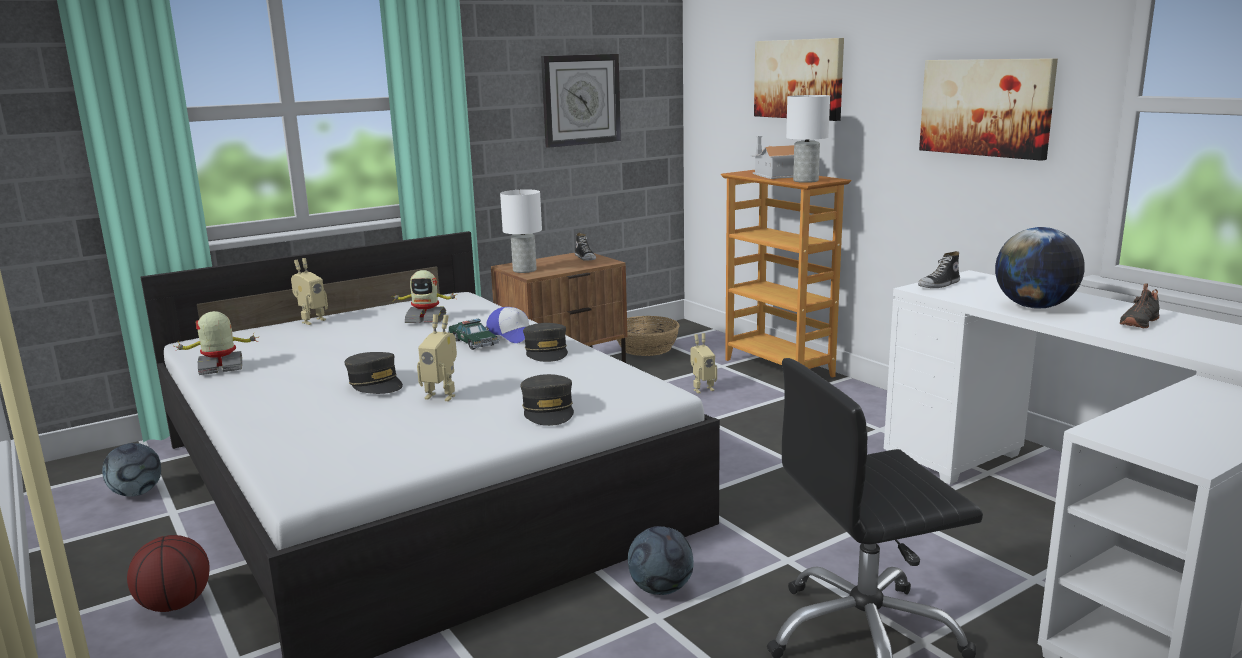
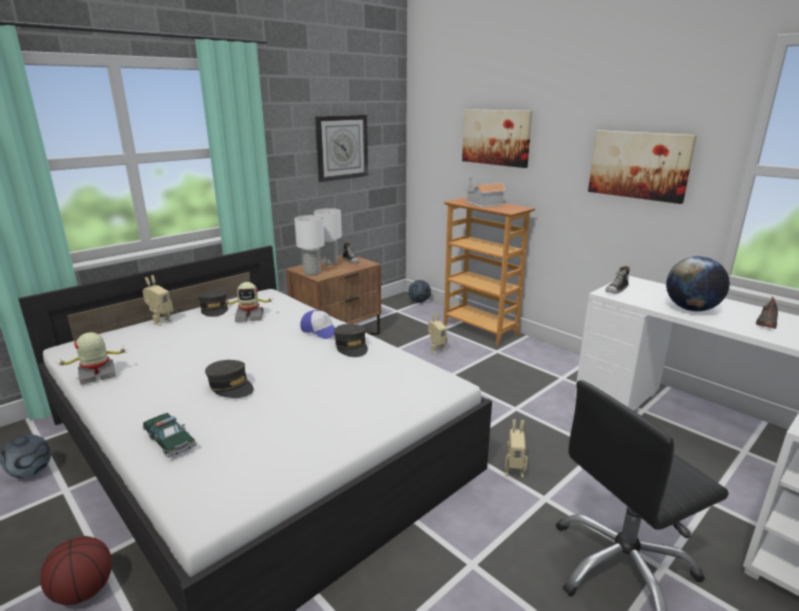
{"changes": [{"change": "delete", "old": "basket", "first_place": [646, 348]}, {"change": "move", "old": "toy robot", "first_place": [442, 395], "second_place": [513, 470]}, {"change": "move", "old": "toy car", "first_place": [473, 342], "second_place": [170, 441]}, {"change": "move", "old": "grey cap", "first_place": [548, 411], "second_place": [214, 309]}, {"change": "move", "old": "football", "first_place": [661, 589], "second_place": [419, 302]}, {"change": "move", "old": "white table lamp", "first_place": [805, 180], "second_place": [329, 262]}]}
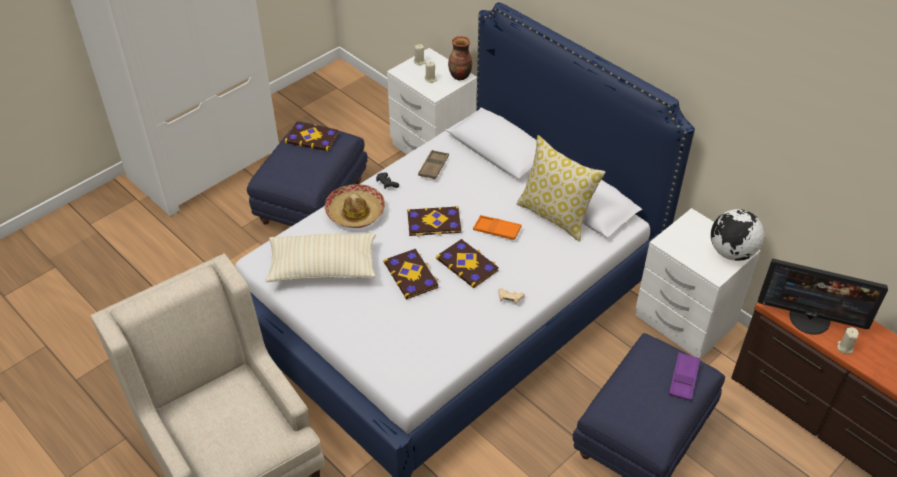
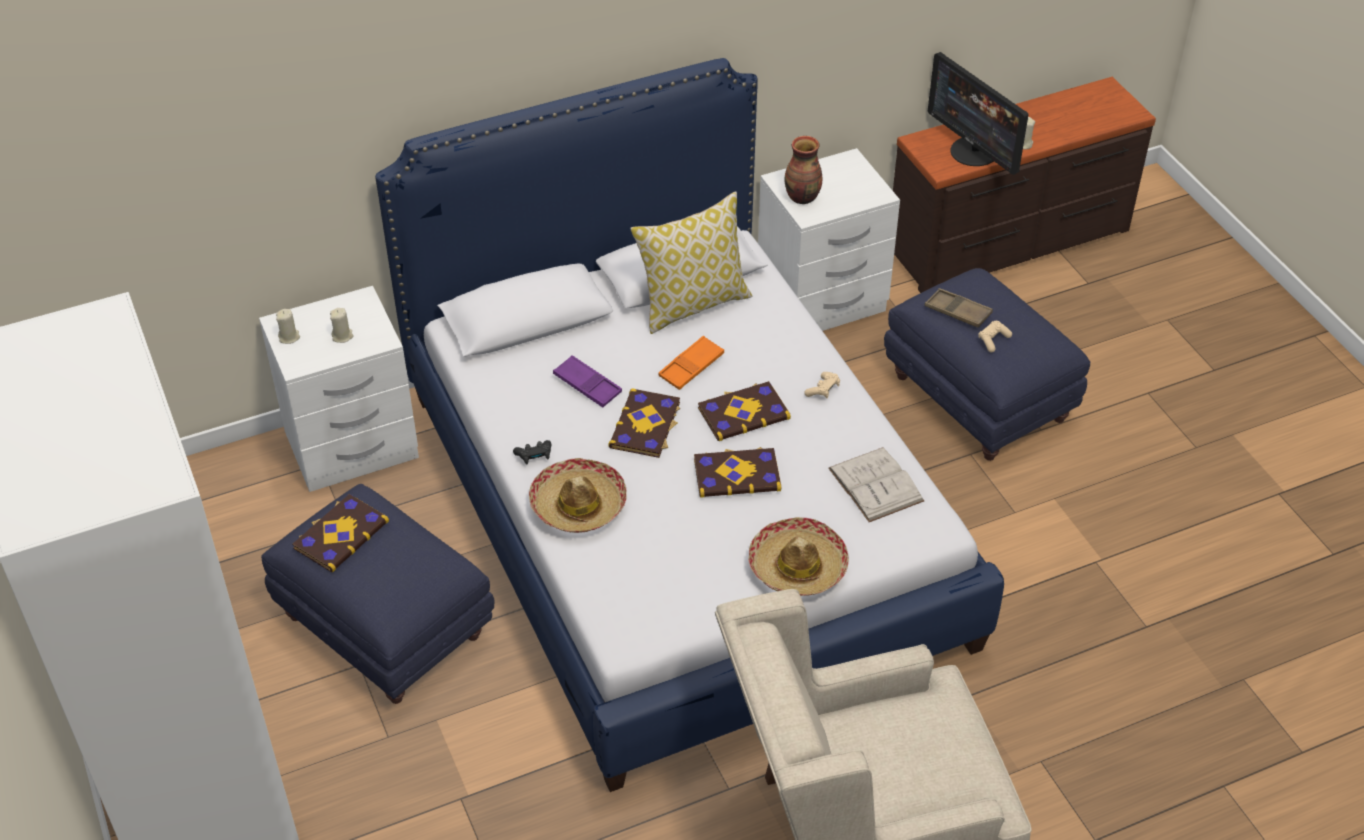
{"changes": [{"change": "delete", "old": "beige pillow", "first_place": [322, 268]}, {"change": "delete", "old": "globe", "first_place": [731, 252]}, {"change": "insert", "new": "hat", "second_place": [798, 567]}, {"change": "insert", "new": "white book", "second_place": [875, 484]}, {"change": "insert", "new": "beige game controller", "second_place": [993, 340]}, {"change": "move", "old": "brown tray", "first_place": [433, 167], "second_place": [957, 312]}, {"change": "move", "old": "vase", "first_place": [459, 76], "second_place": [803, 197]}, {"change": "move", "old": "purple tray", "first_place": [683, 379], "second_place": [587, 385]}, {"change": "rotate", "old": "monitor", "first_place": [810, 318], "second_place": [974, 152], "degrees": 105}]}
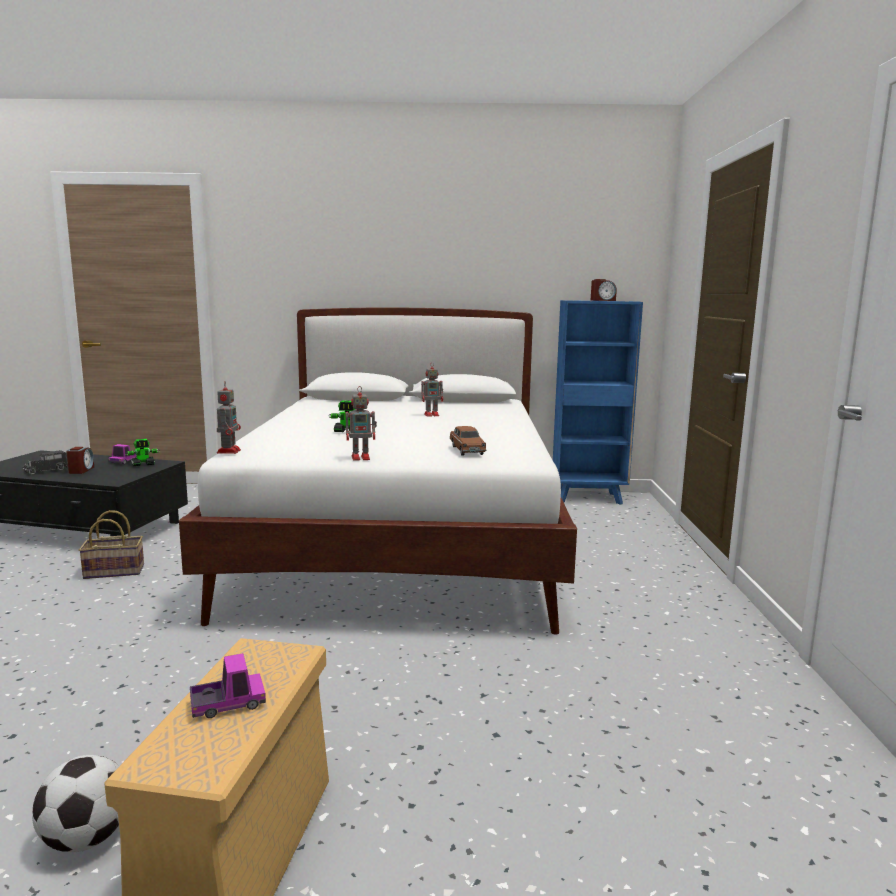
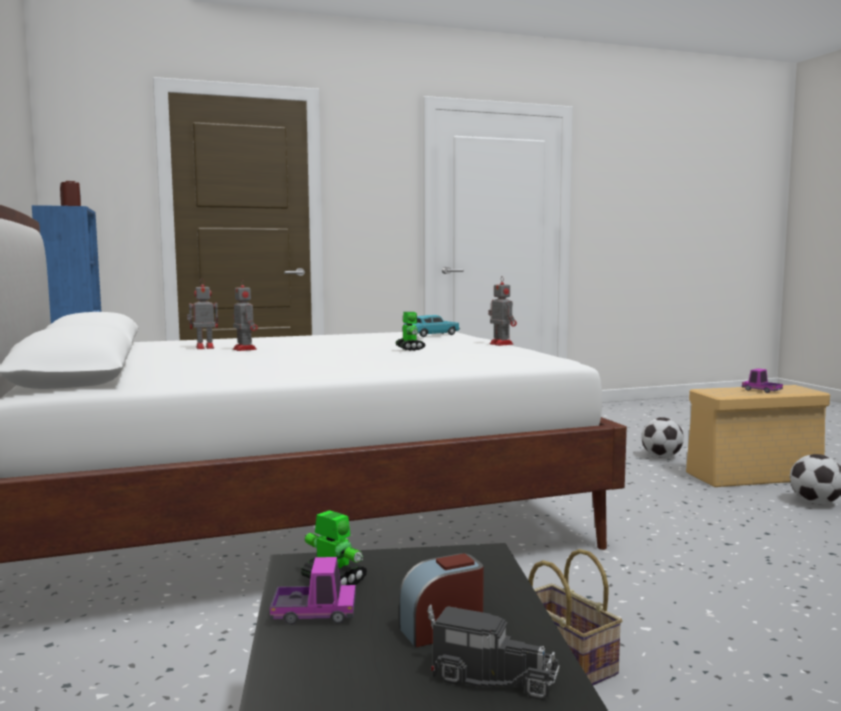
{"changes": [{"change": "insert", "new": "football", "second_place": [661, 457]}, {"change": "move", "old": "toy robot", "first_place": [229, 451], "second_place": [203, 347]}, {"change": "recolor", "old": "brown toy car", "new": "turquoise toy car", "first_place": [467, 450], "second_place": [431, 335]}]}
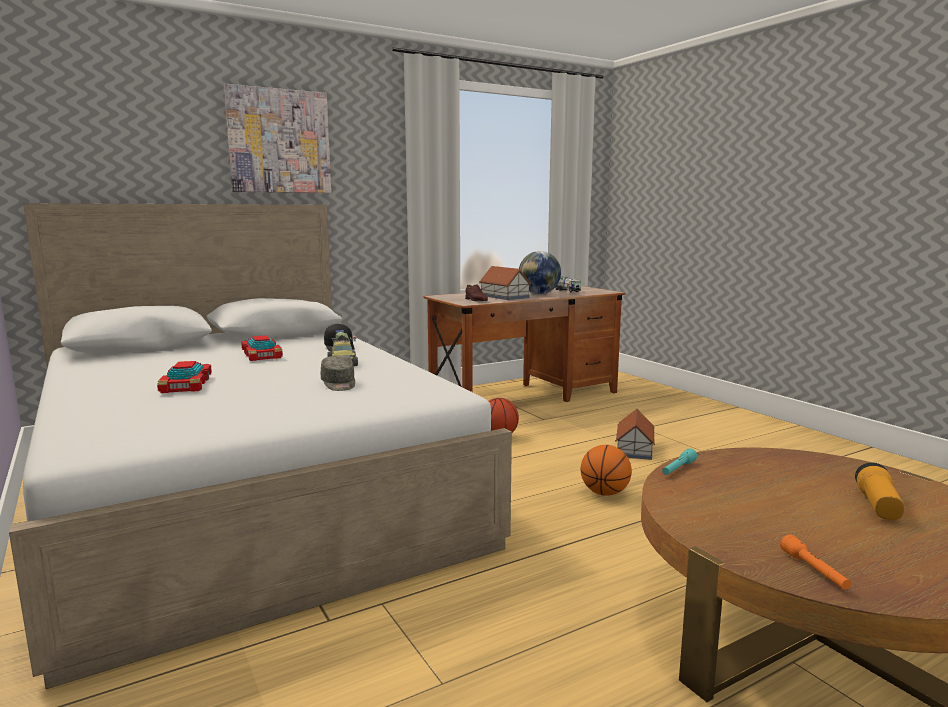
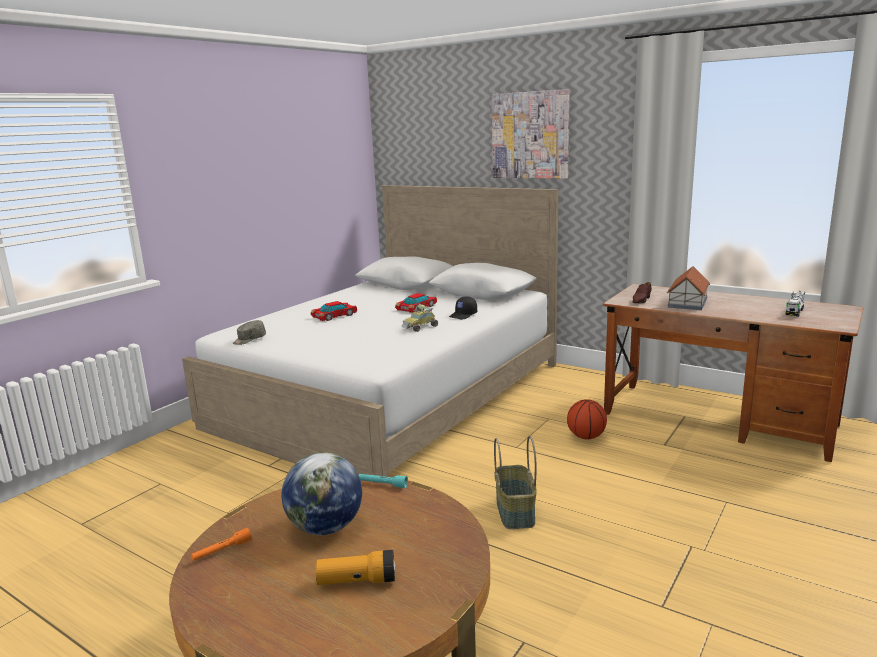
{"changes": [{"change": "delete", "old": "toy house", "first_place": [634, 449]}, {"change": "move", "old": "grey cap", "first_place": [339, 384], "second_place": [249, 340]}, {"change": "move", "old": "globe", "first_place": [539, 294], "second_place": [325, 528]}, {"change": "replace", "old": "basketball", "new": "basket", "first_place": [604, 493], "second_place": [516, 512]}]}
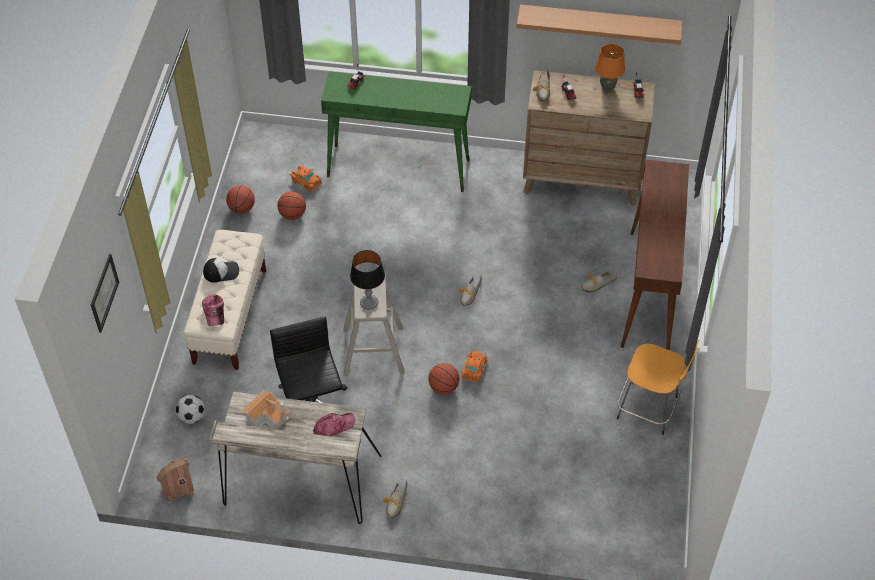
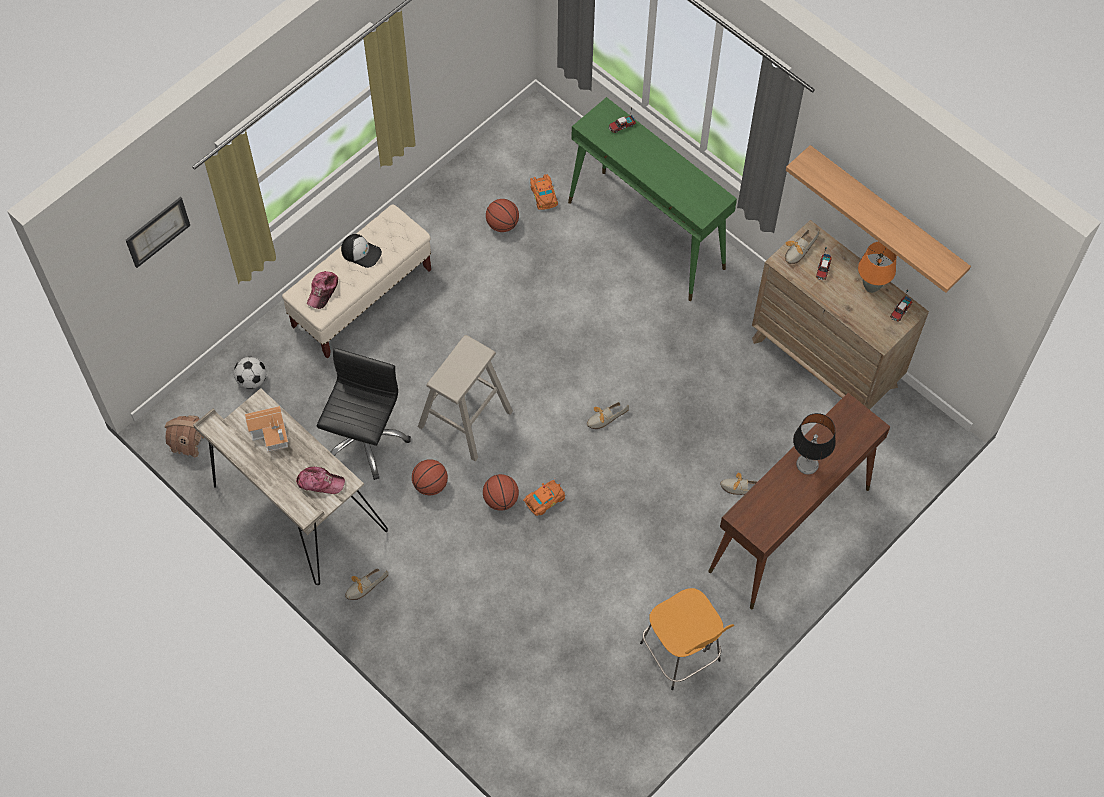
{"changes": [{"change": "move", "old": "basketball", "first_place": [242, 208], "second_place": [430, 485]}, {"change": "move", "old": "table lamp", "first_place": [369, 302], "second_place": [807, 464]}]}
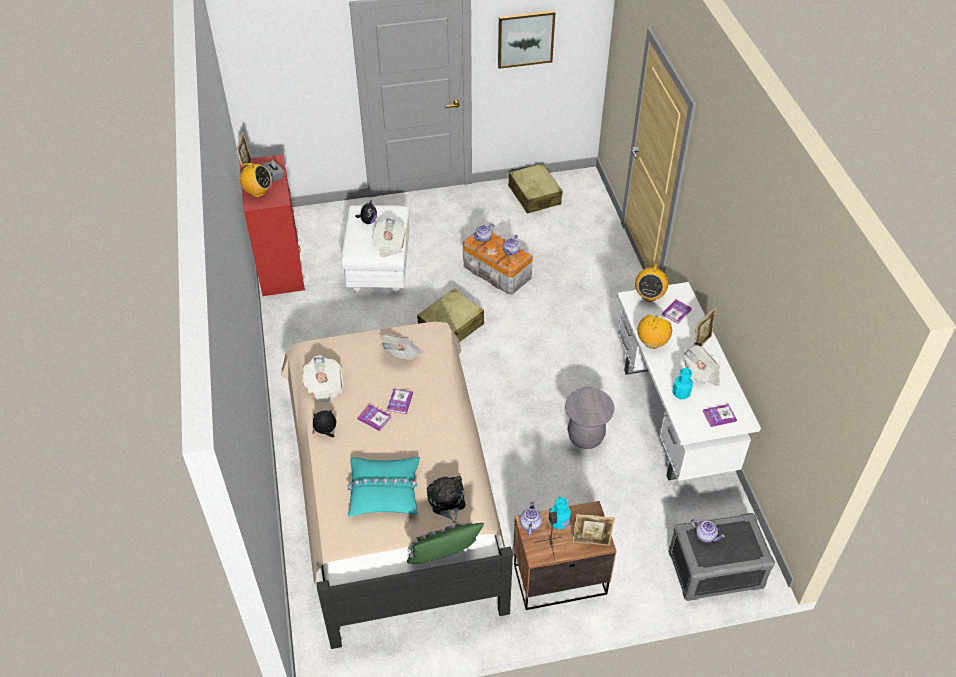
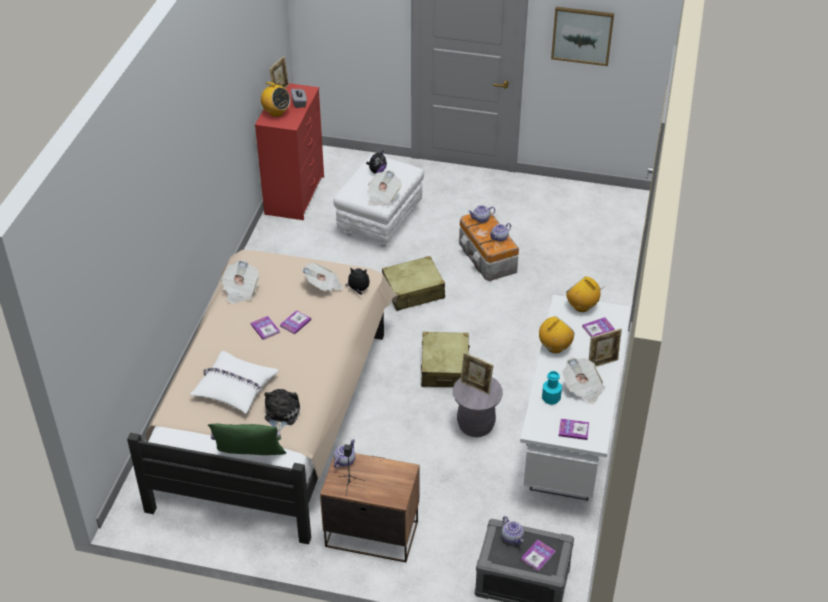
{"changes": [{"change": "delete", "old": "turquoise bottle", "first_place": [559, 521]}, {"change": "insert", "new": "book", "second_place": [538, 556]}, {"change": "move", "old": "plush toy", "first_place": [326, 431], "second_place": [358, 290]}, {"change": "move", "old": "beige suitcase", "first_place": [534, 195], "second_place": [445, 367]}, {"change": "move", "old": "picture frame", "first_place": [591, 541], "second_place": [476, 387]}, {"change": "recolor", "old": "turquoise pillow", "new": "white pillow", "first_place": [384, 491], "second_place": [234, 388]}, {"change": "rotate", "old": "radio", "first_place": [649, 296], "second_place": [582, 306], "degrees": 90}]}
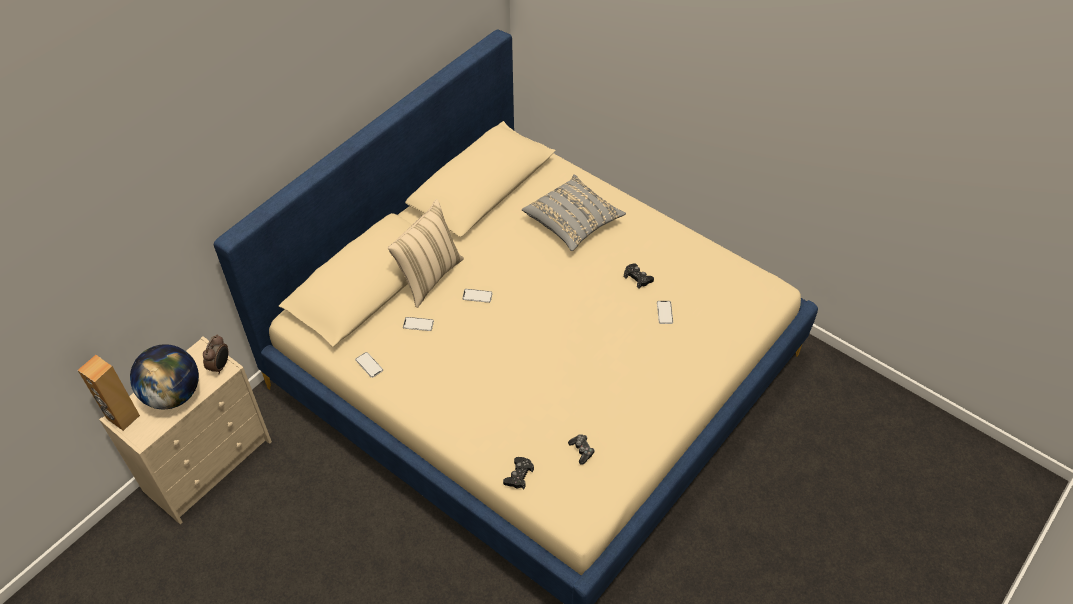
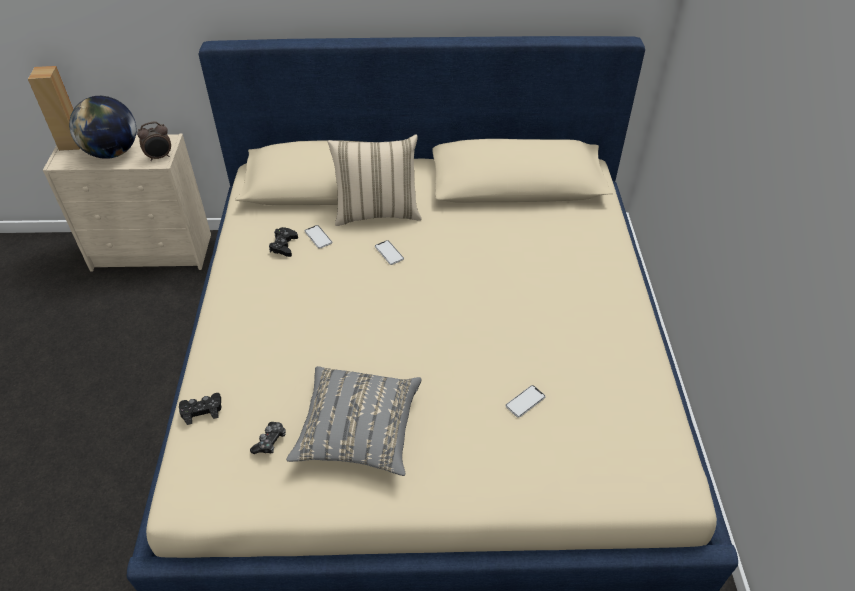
{"changes": [{"change": "delete", "old": "phone", "first_place": [369, 365]}, {"change": "move", "old": "grey pillow", "first_place": [572, 222], "second_place": [358, 431]}, {"change": "move", "old": "black game controller", "first_place": [638, 278], "second_place": [284, 245]}]}
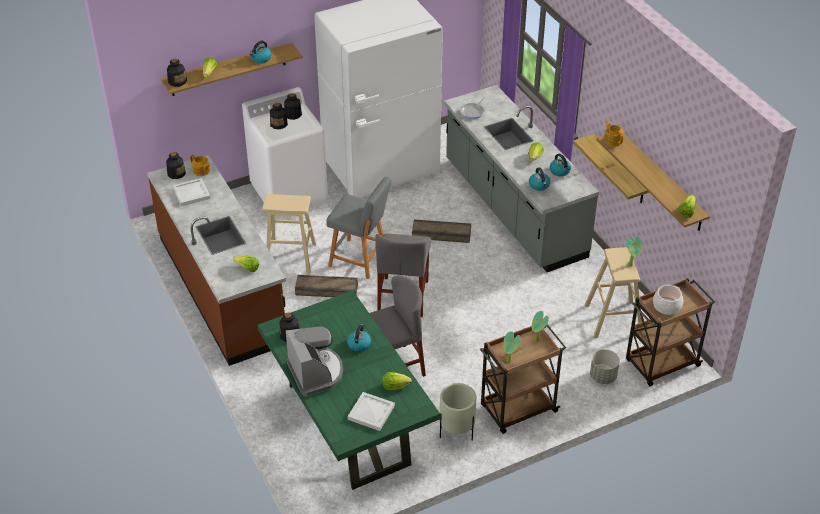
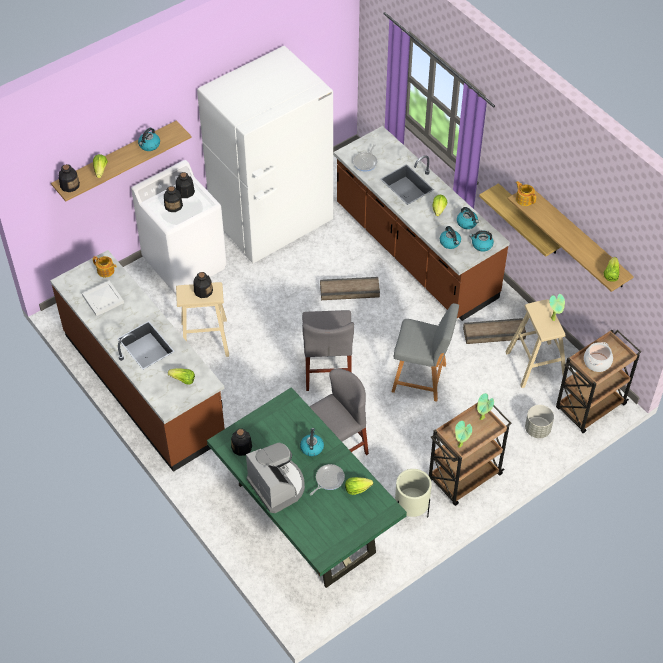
{"changes": [{"change": "delete", "old": "white tray", "first_place": [371, 413]}, {"change": "insert", "new": "frying pan", "second_place": [328, 479]}, {"change": "insert", "new": "kettle", "second_place": [481, 245]}, {"change": "move", "old": "bottle", "first_place": [176, 173], "second_place": [203, 291]}, {"change": "move", "old": "crate", "first_place": [326, 289], "second_place": [493, 333]}, {"change": "move", "old": "grey stool", "first_place": [361, 259], "second_place": [422, 379]}, {"change": "recolor", "old": "grey counter", "new": "brown counter", "first_place": [513, 209], "second_place": [415, 252]}]}
